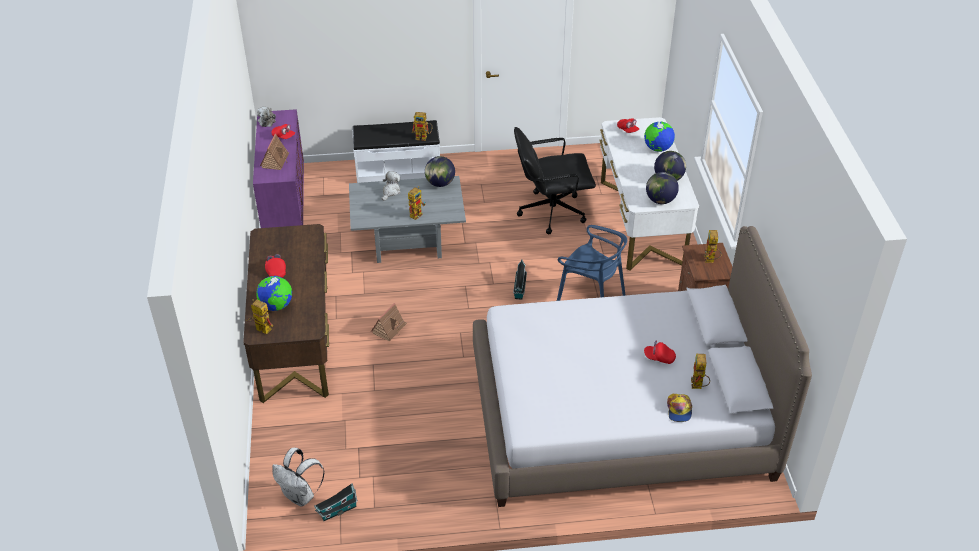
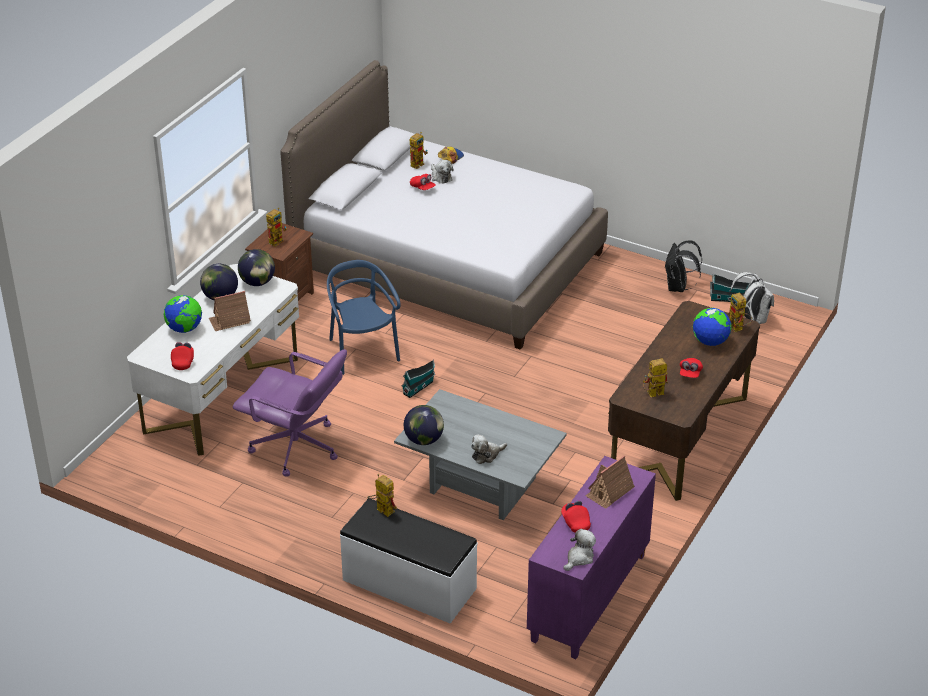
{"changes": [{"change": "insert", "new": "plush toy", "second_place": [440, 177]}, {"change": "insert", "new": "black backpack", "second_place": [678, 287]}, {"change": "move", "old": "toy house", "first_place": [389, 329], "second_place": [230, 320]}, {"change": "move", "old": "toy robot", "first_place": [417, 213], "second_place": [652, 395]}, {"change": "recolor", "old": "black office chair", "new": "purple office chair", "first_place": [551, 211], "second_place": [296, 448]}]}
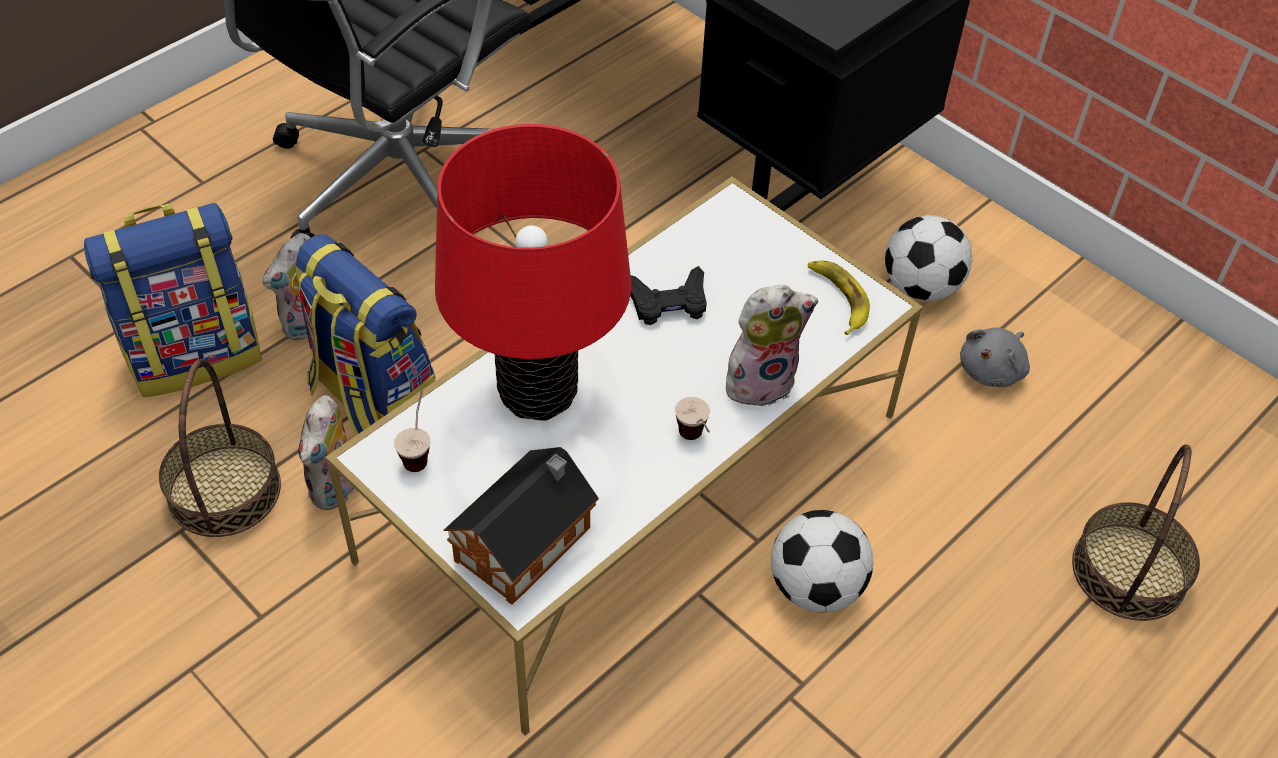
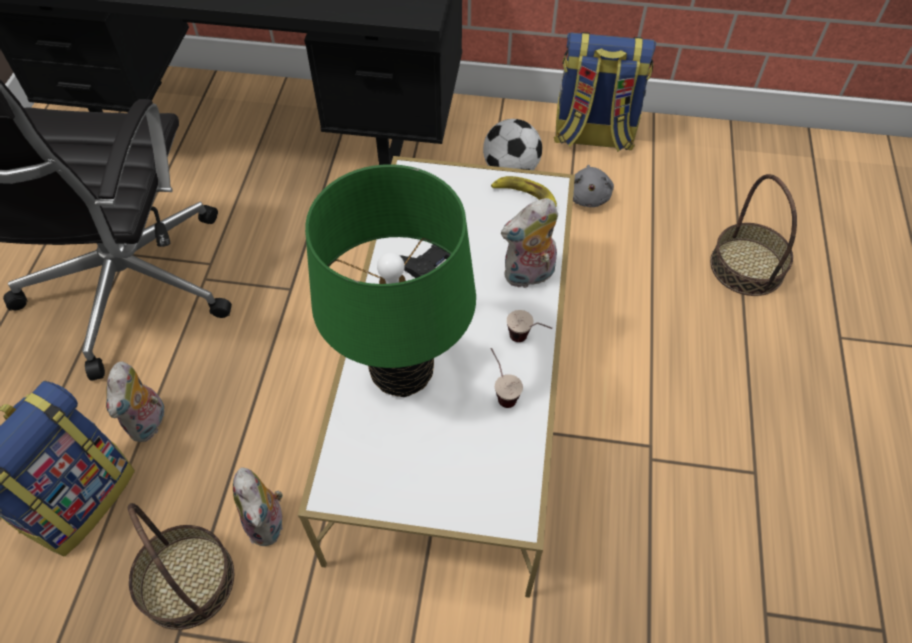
{"changes": [{"change": "delete", "old": "toy house", "first_place": [528, 541]}, {"change": "delete", "old": "football", "first_place": [815, 587]}, {"change": "move", "old": "backpack", "first_place": [372, 400], "second_place": [593, 136]}, {"change": "move", "old": "cup", "first_place": [419, 451], "second_place": [501, 391]}, {"change": "recolor", "old": "red table lamp", "new": "green table lamp", "first_place": [538, 393], "second_place": [402, 372]}, {"change": "rotate", "old": "plush toy", "first_place": [760, 381], "second_place": [529, 276], "degrees": -150}]}
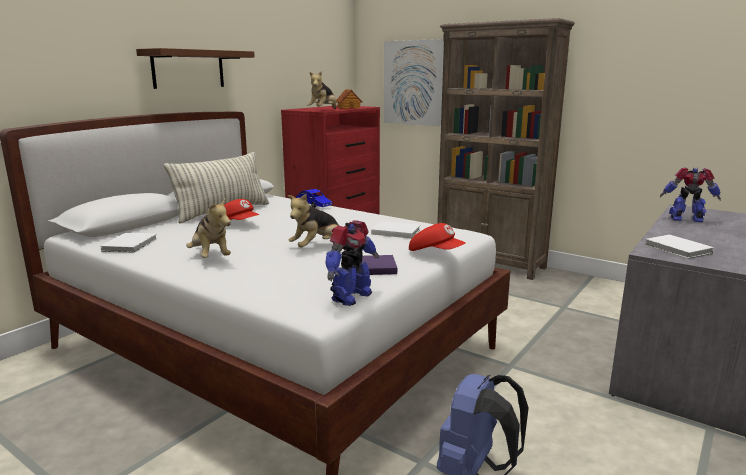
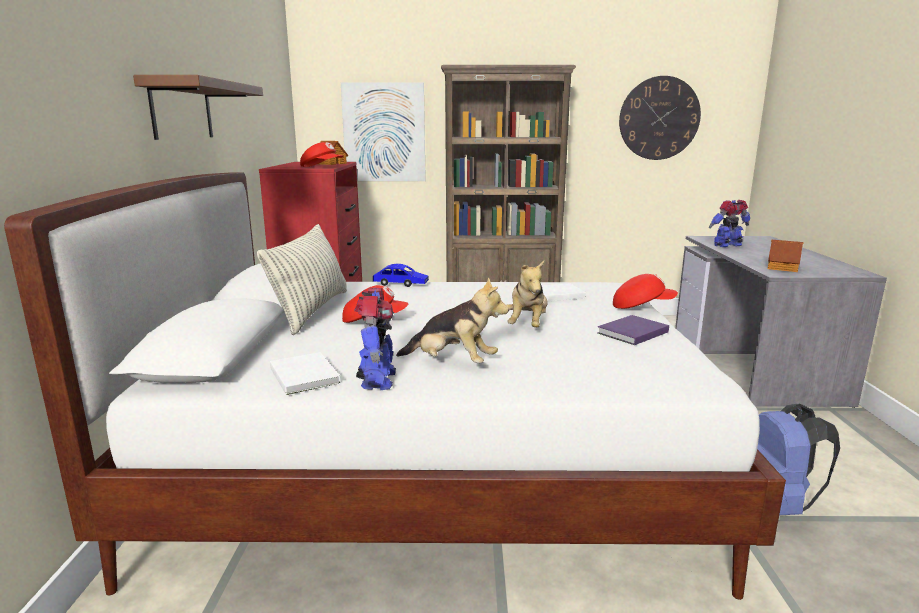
{"changes": [{"change": "insert", "new": "wall clock", "second_place": [659, 118]}, {"change": "move", "old": "toy robot", "first_place": [350, 297], "second_place": [377, 380]}, {"change": "replace", "old": "plush toy", "new": "red cap", "first_place": [323, 110], "second_place": [322, 167]}, {"change": "replace", "old": "white book", "new": "toy house", "first_place": [678, 249], "second_place": [783, 267]}]}
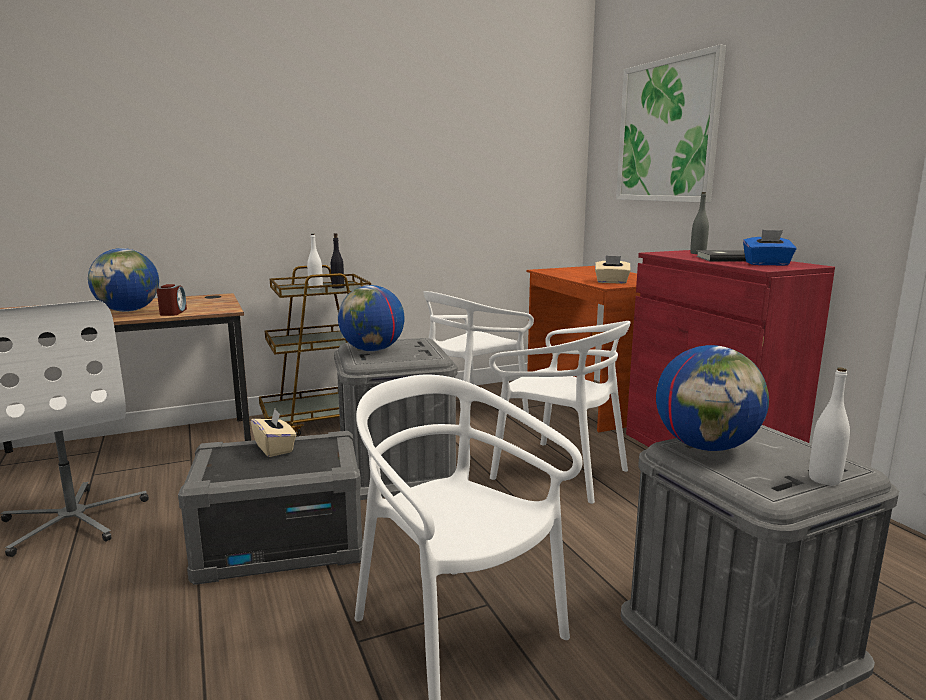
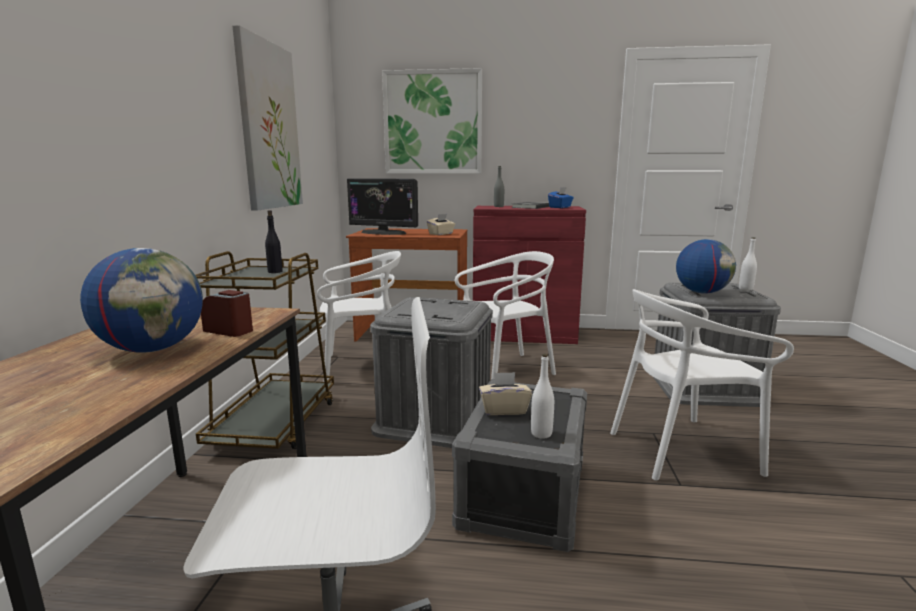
{"changes": [{"change": "delete", "old": "globe", "first_place": [372, 350]}, {"change": "insert", "new": "picture", "second_place": [269, 127]}, {"change": "insert", "new": "monitor", "second_place": [383, 233]}, {"change": "move", "old": "white bottle", "first_place": [316, 288], "second_place": [541, 434]}, {"change": "rotate", "old": "white chair", "first_place": [471, 411], "second_place": [362, 366], "degrees": -90}]}
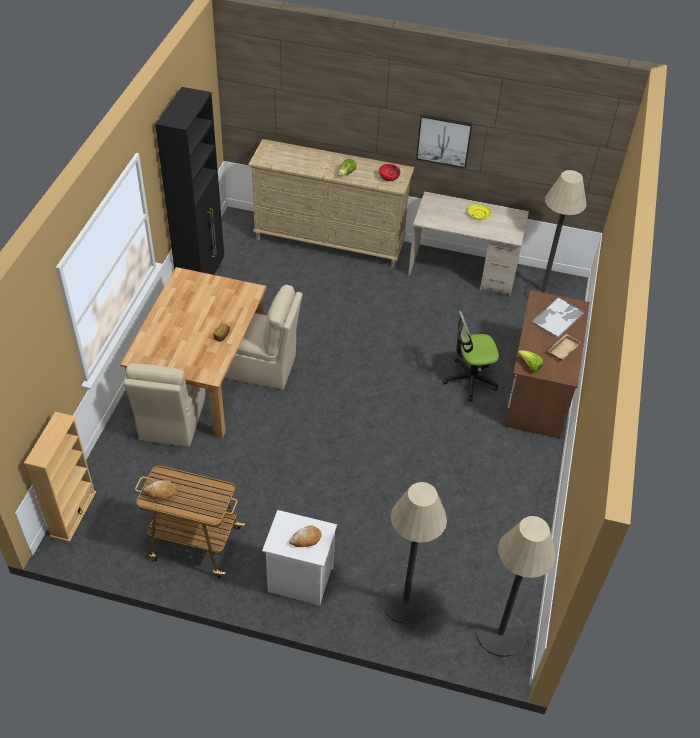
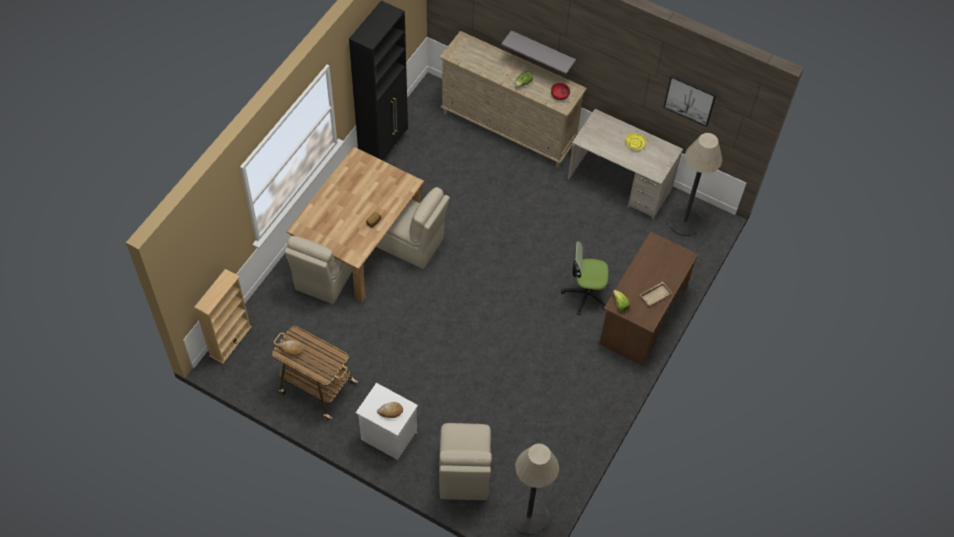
{"changes": [{"change": "delete", "old": "tray", "first_place": [557, 318]}, {"change": "insert", "new": "grey shelf", "second_place": [542, 51]}, {"change": "move", "old": "picture", "first_place": [444, 140], "second_place": [690, 99]}, {"change": "replace", "old": "floor lamp", "new": "beige chair", "first_place": [405, 602], "second_place": [464, 473]}]}
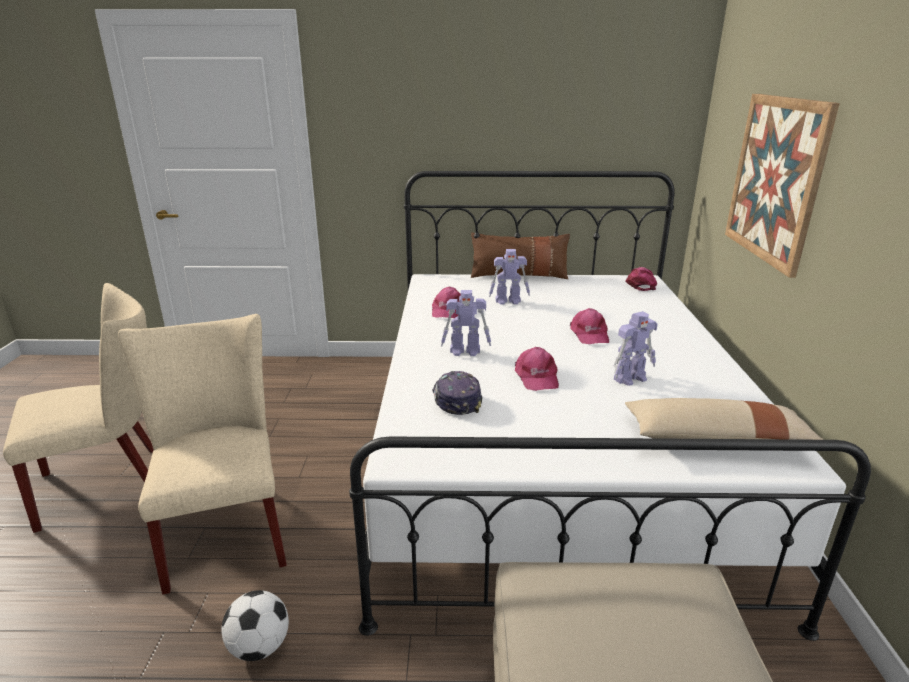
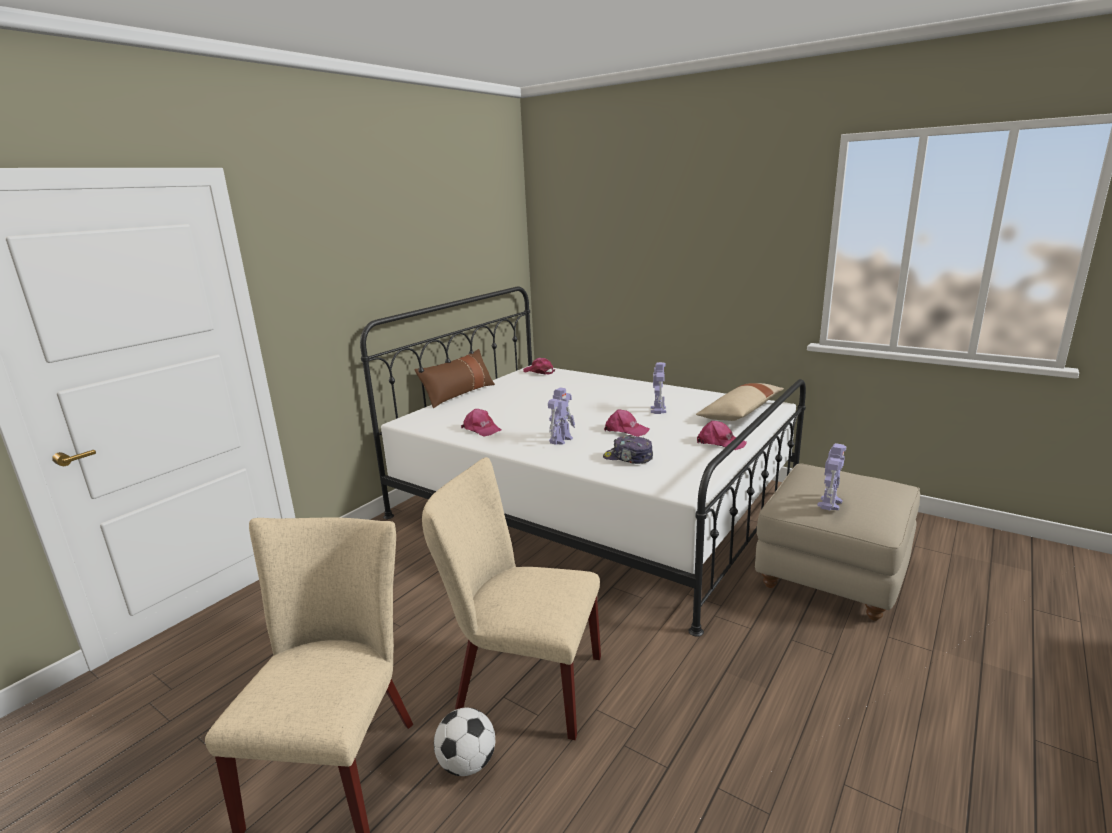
{"changes": [{"change": "delete", "old": "picture", "first_place": [775, 180]}, {"change": "move", "old": "football", "first_place": [259, 647], "second_place": [467, 764]}, {"change": "move", "old": "toy robot", "first_place": [508, 301], "second_place": [830, 503]}, {"change": "move", "old": "pink cap", "first_place": [589, 334], "second_place": [720, 443]}]}
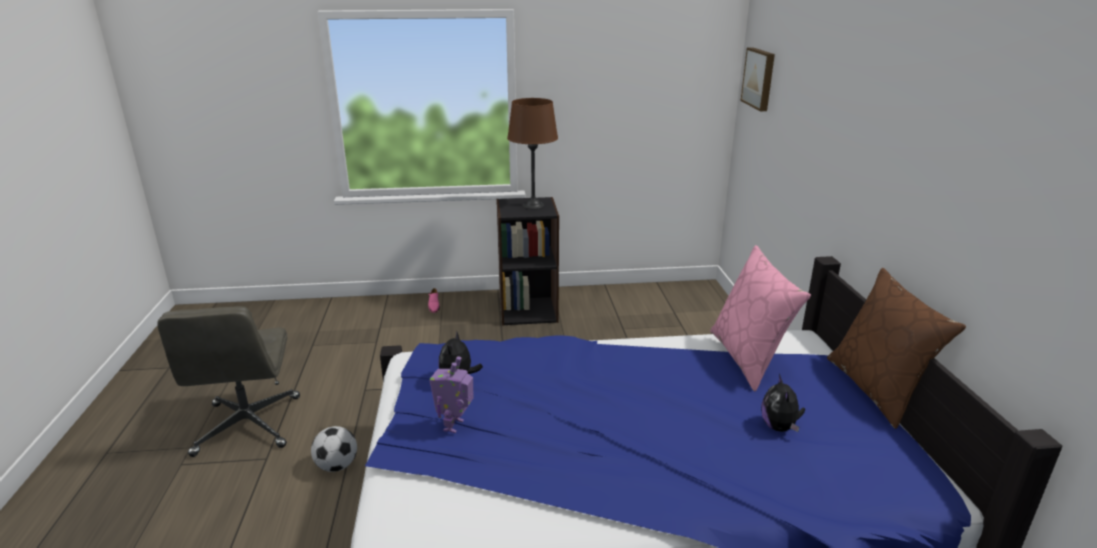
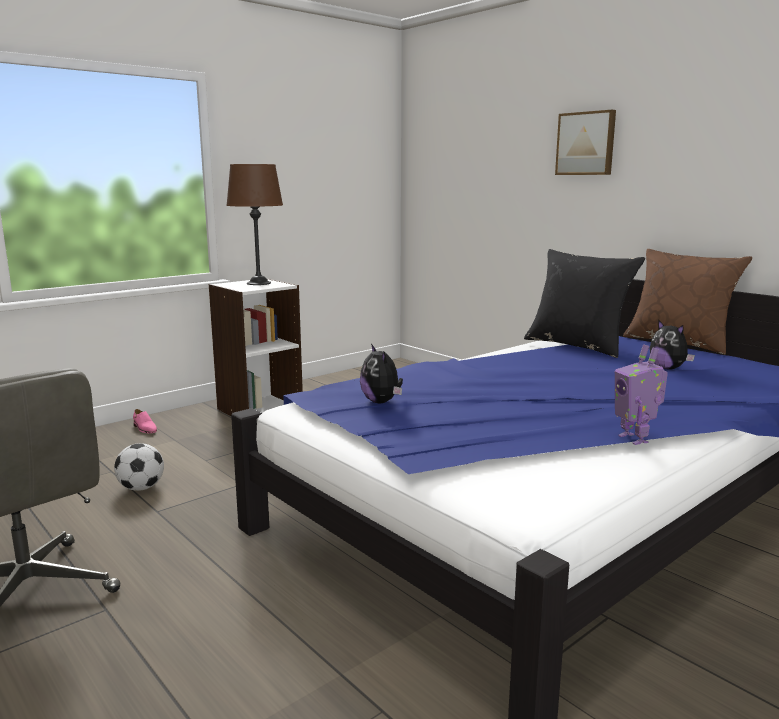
{"changes": [{"change": "move", "old": "football", "first_place": [337, 466], "second_place": [141, 488]}, {"change": "move", "old": "toy robot", "first_place": [455, 425], "second_place": [635, 439]}, {"change": "move", "old": "picture", "first_place": [759, 78], "second_place": [586, 143]}, {"change": "recolor", "old": "black bookcase", "new": "white bookcase", "first_place": [528, 310], "second_place": [259, 409]}, {"change": "recolor", "old": "pink pillow", "new": "black pillow", "first_place": [748, 358], "second_place": [577, 345]}]}
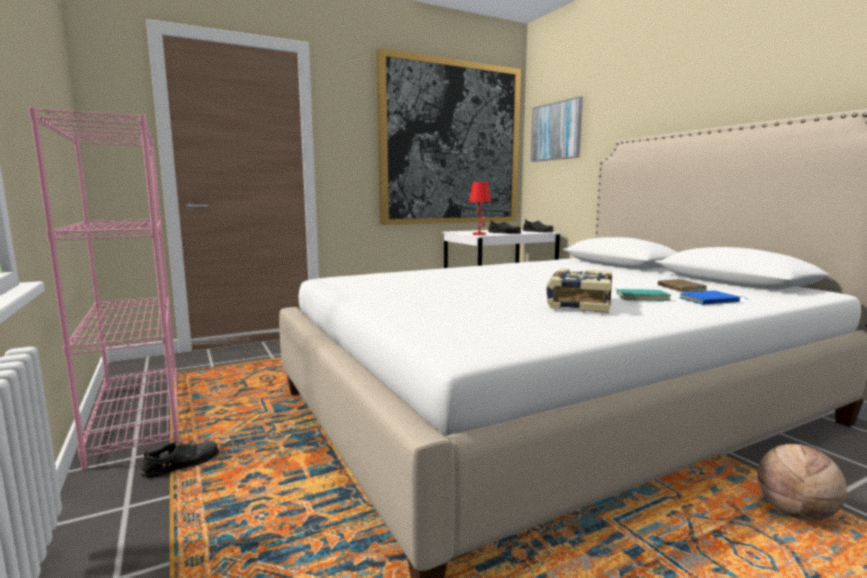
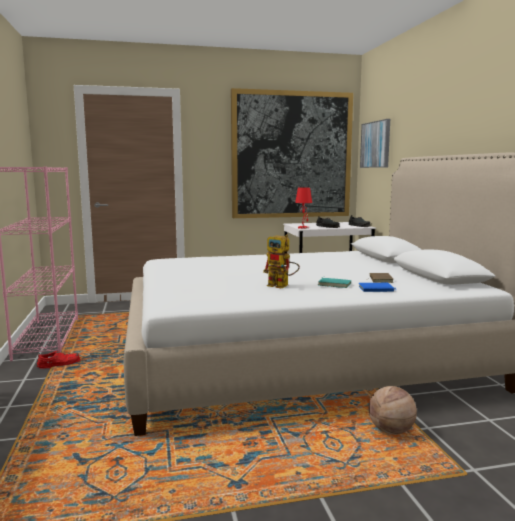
{"changes": [{"change": "replace", "old": "book", "new": "toy robot", "first_place": [578, 304], "second_place": [282, 286]}, {"change": "recolor", "old": "black shoe", "new": "red shoe", "first_place": [182, 464], "second_place": [59, 364]}]}
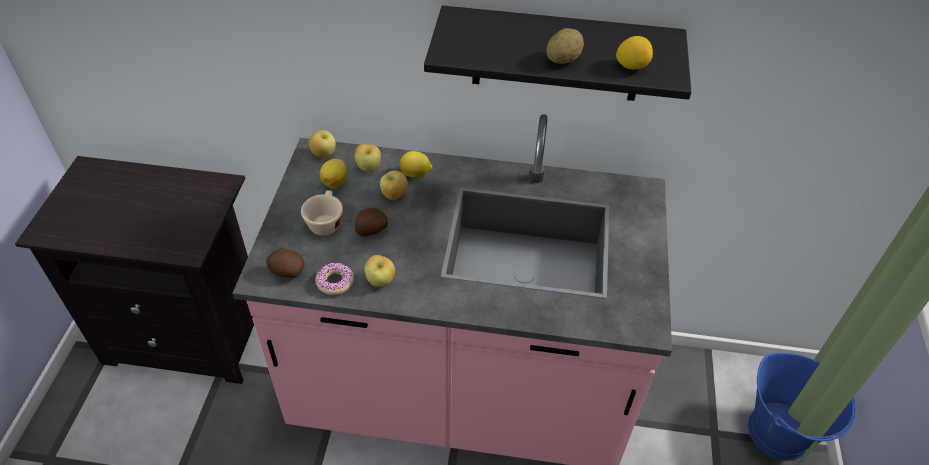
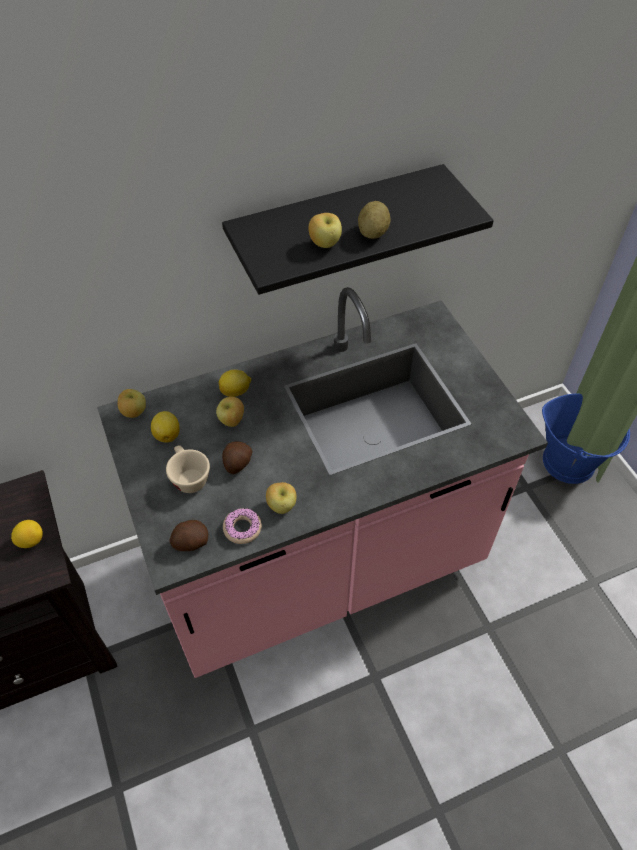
{"changes": [{"change": "move", "old": "apple", "first_place": [369, 168], "second_place": [325, 244]}, {"change": "move", "old": "lemon", "first_place": [631, 66], "second_place": [31, 540]}]}
